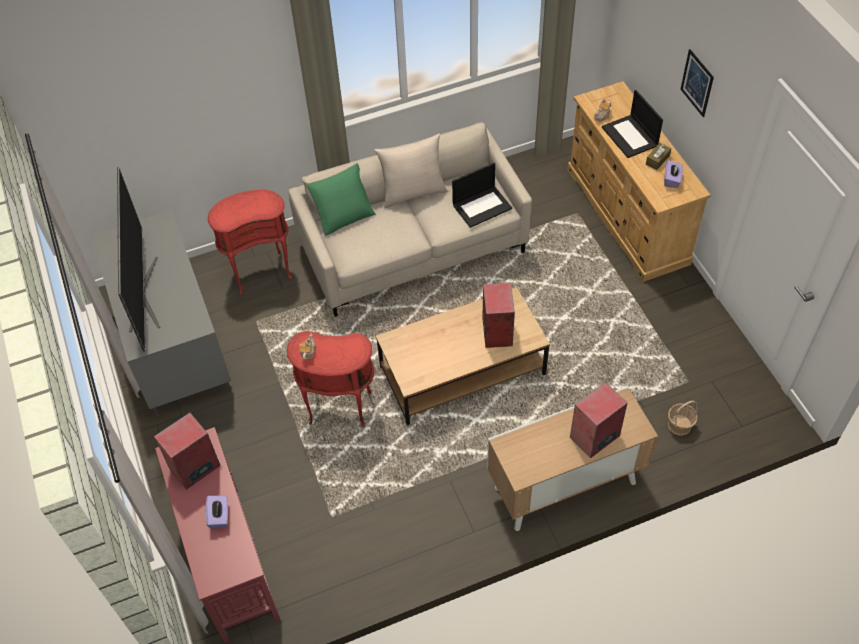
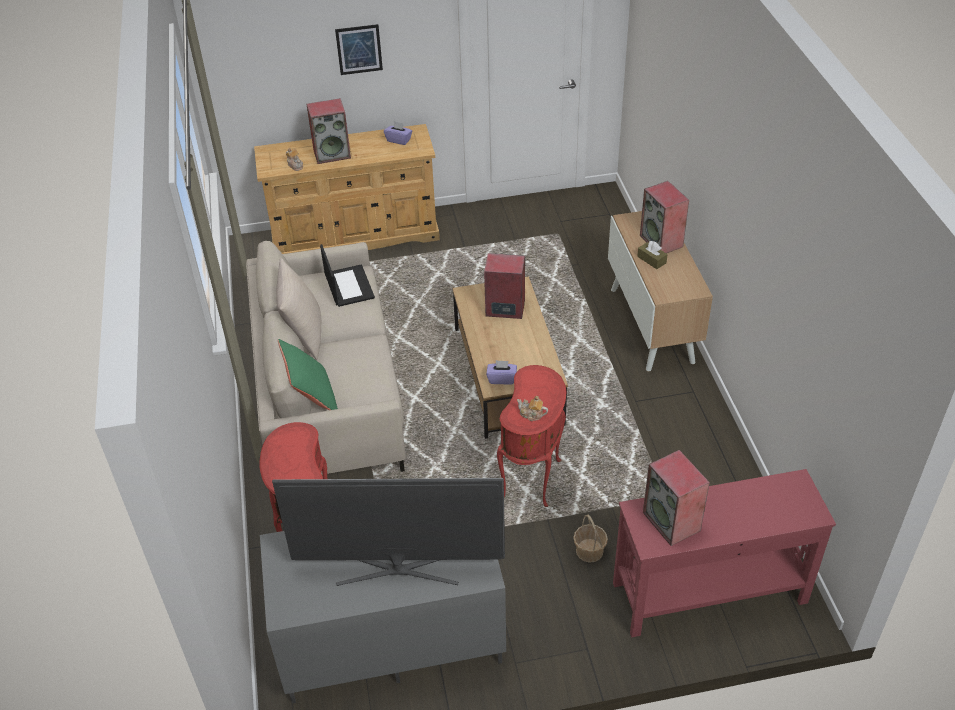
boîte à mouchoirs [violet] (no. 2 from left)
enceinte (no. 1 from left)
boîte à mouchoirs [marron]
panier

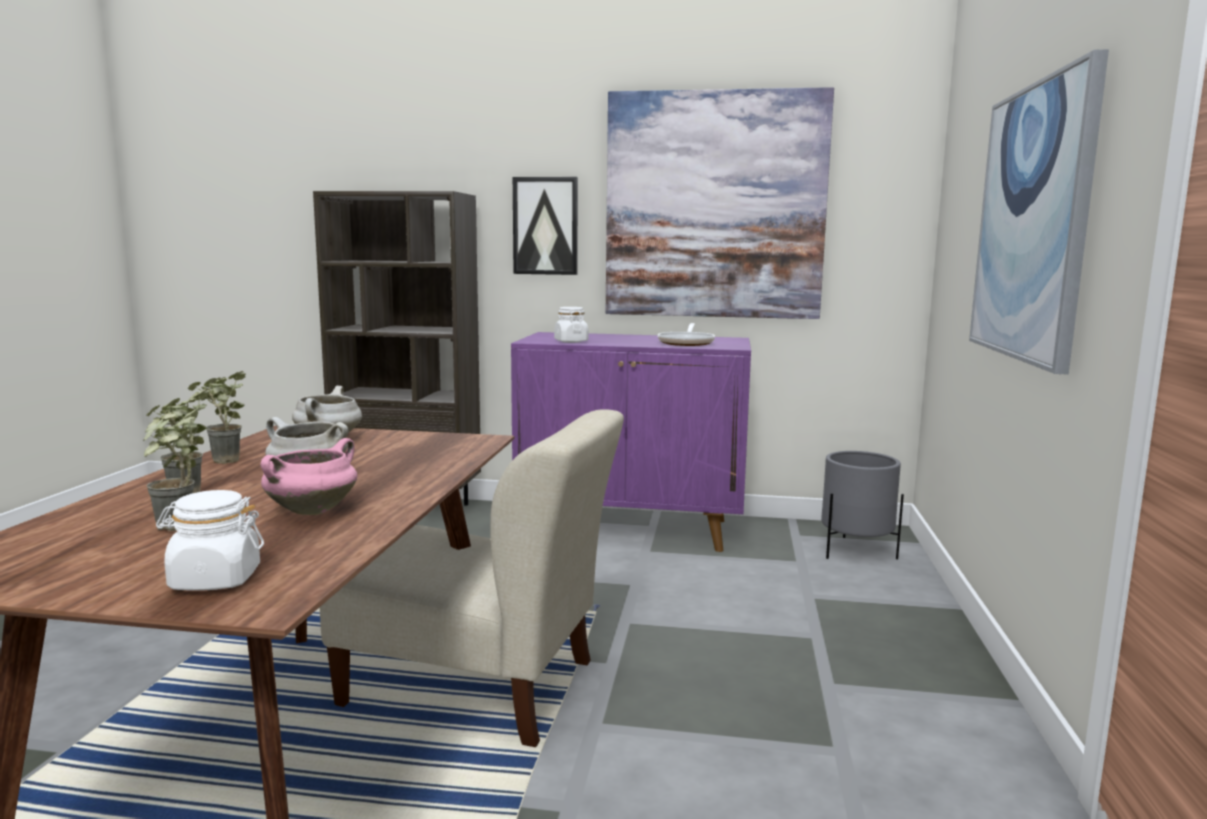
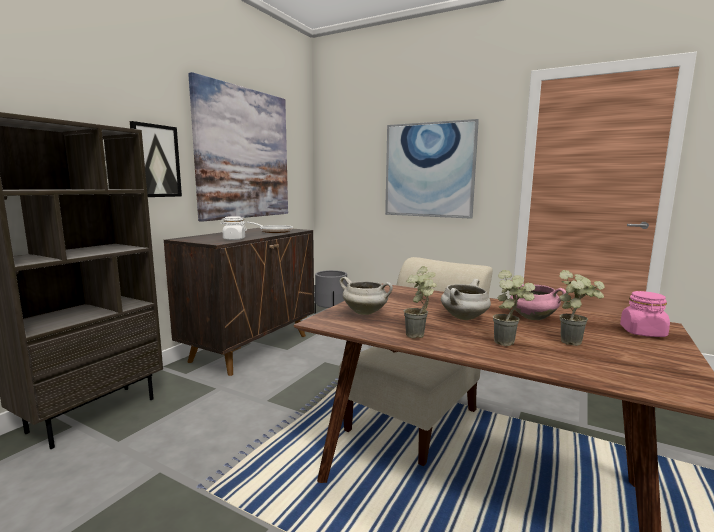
bocal [rose]
meuble de rangement [marron]

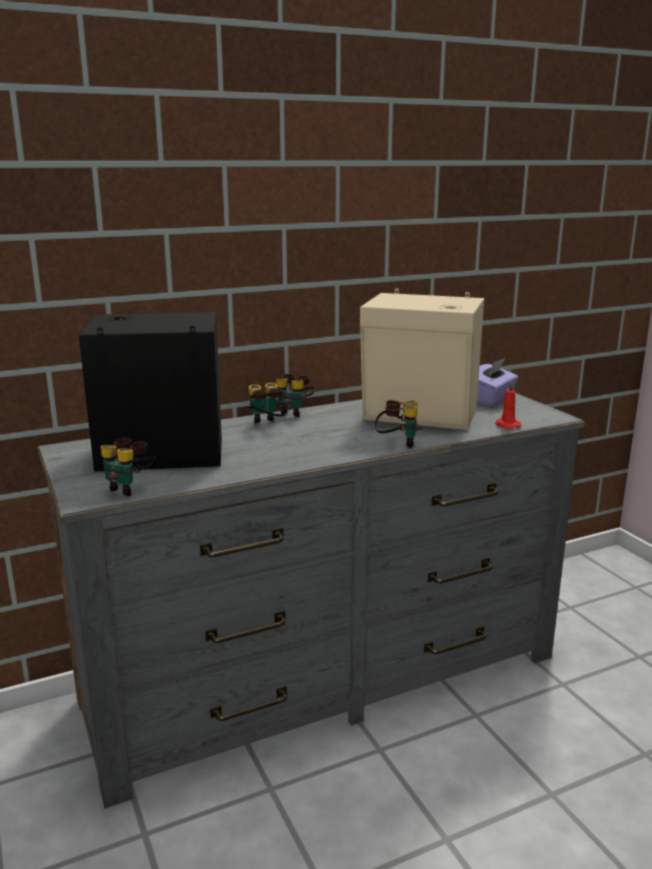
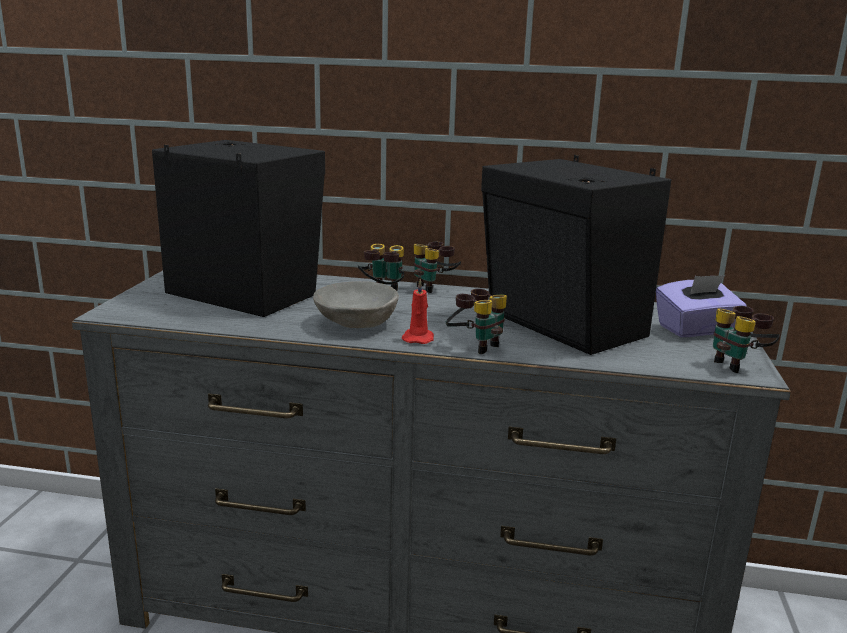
jumelles (no. 4 from left)
enceinte [noir] (no. 2 from left)
bougie [rouge]
bol [gris]

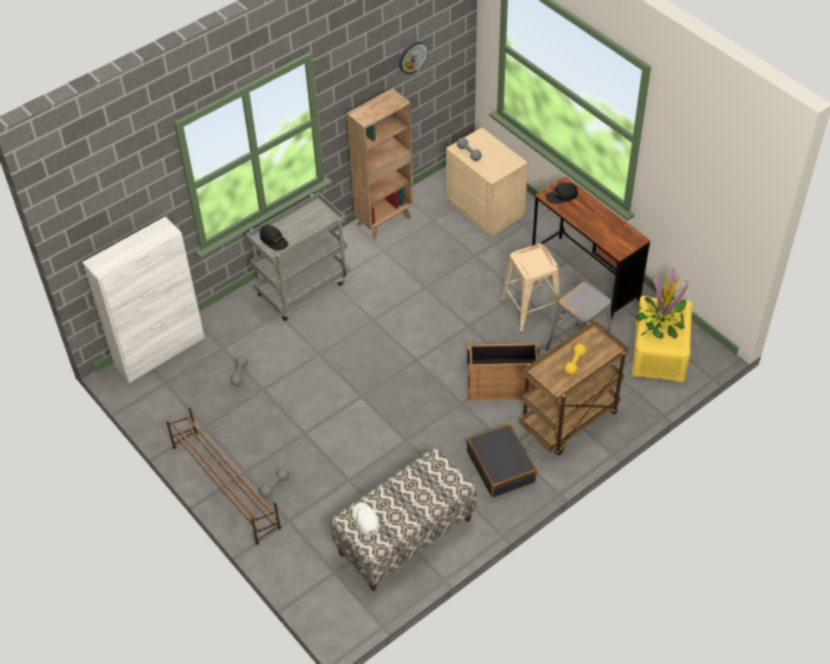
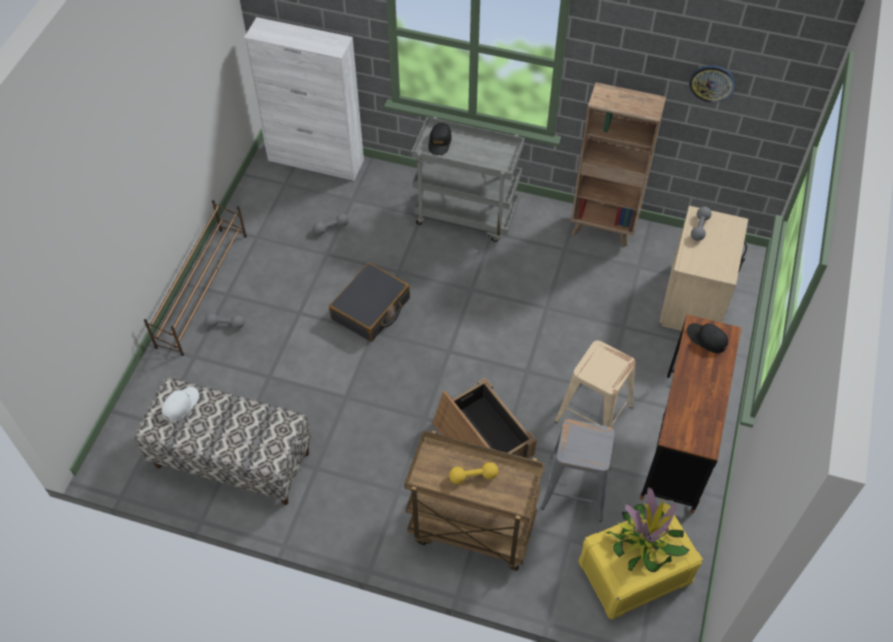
valise [noir]

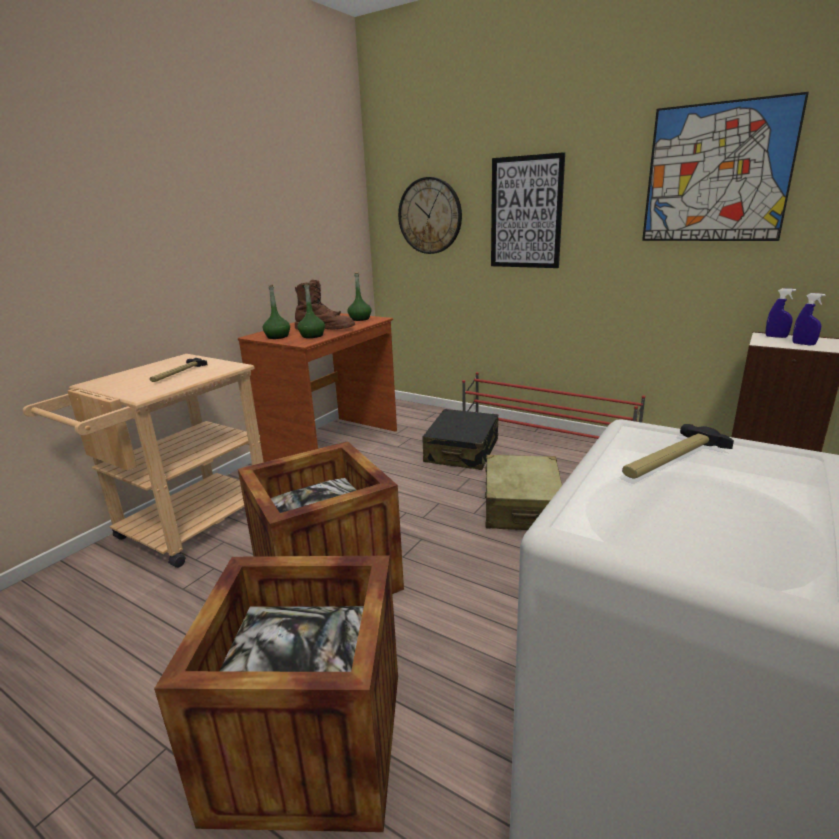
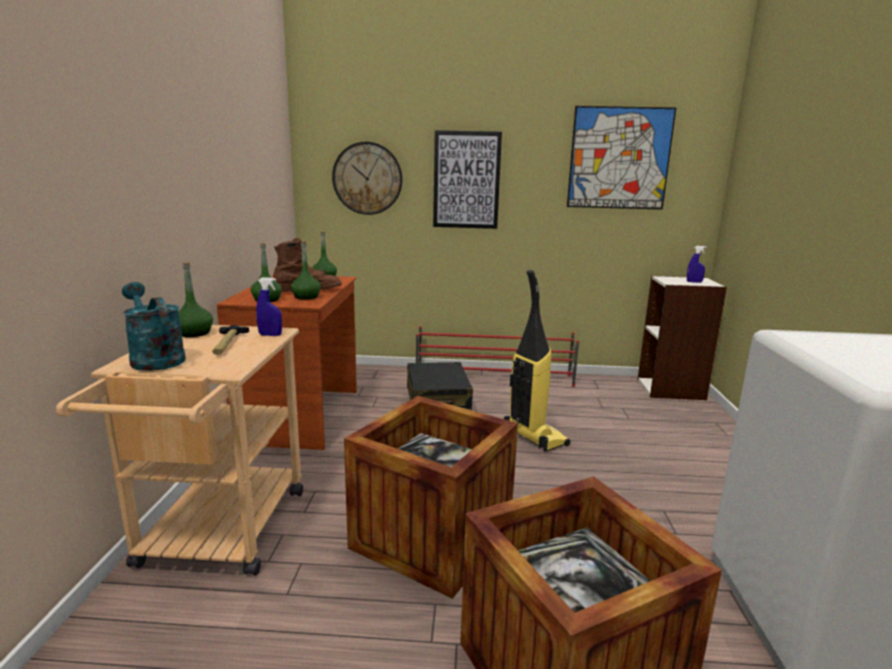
aspirateur
marteau (no. 2 from left in the first image)
vaporisateur [bleu] (no. 1 from left)
arrosoir [turquoise]
bouteille [vert] (no. 1 from left)

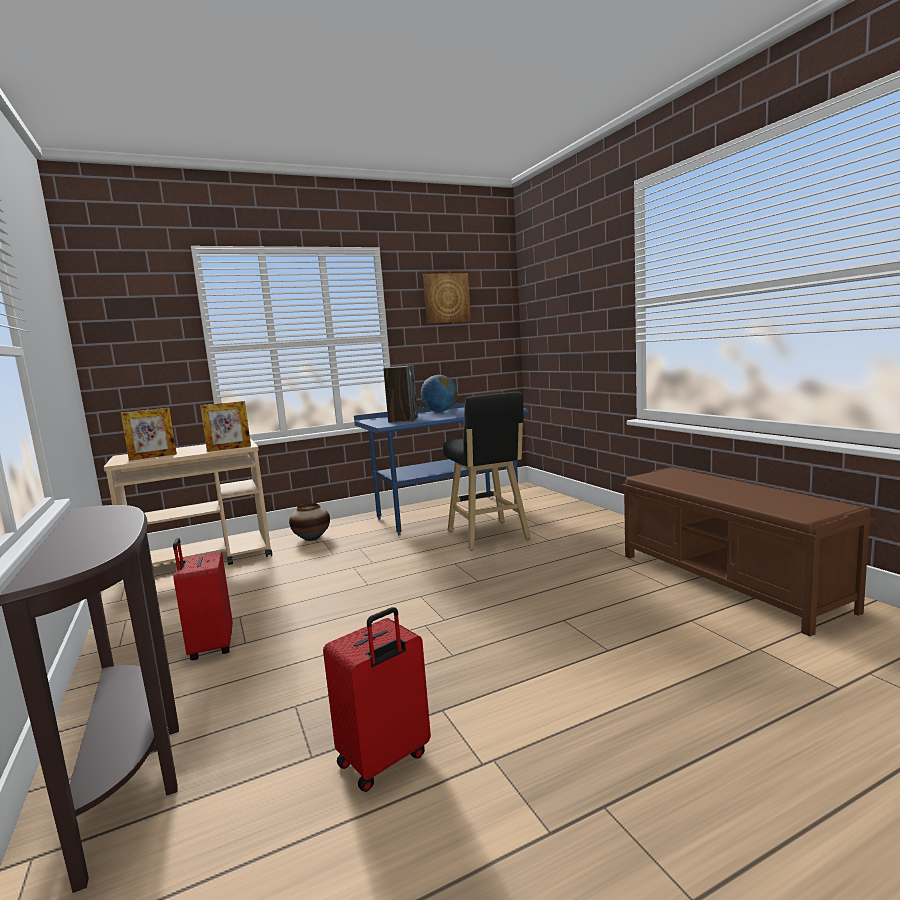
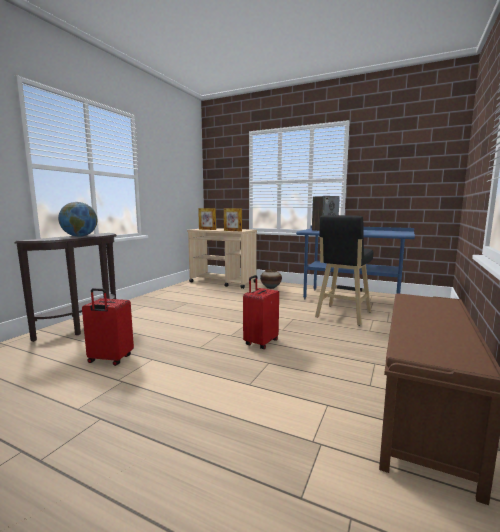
valise [rouge] (no. 2 from left)
globe
tableau

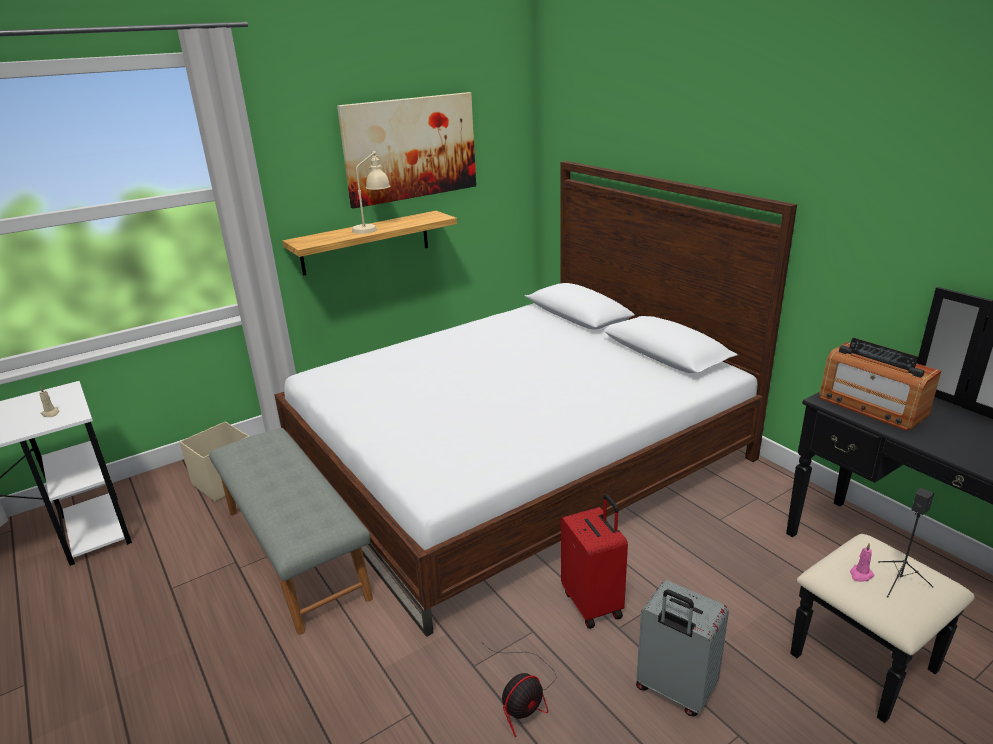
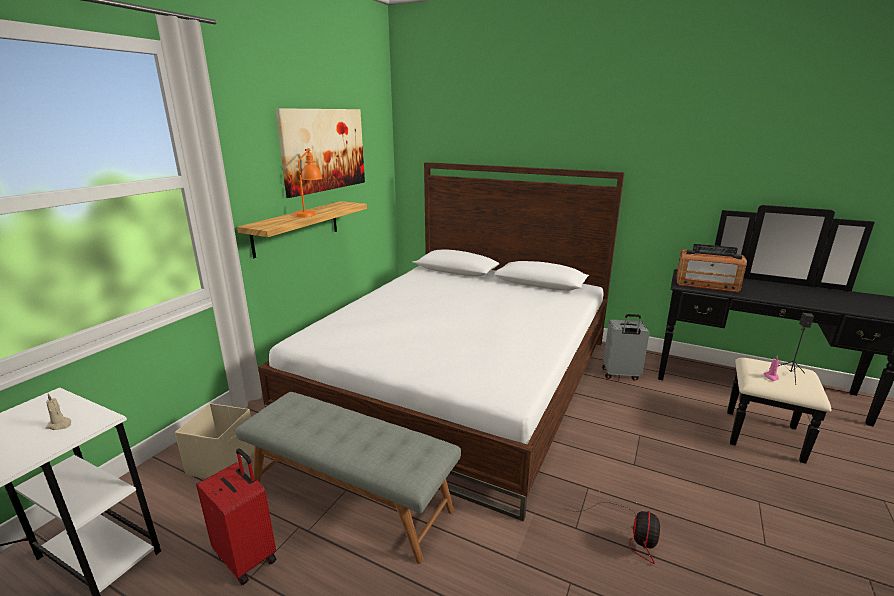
lampe de table [orange]
valise [rouge]
valise [gris]

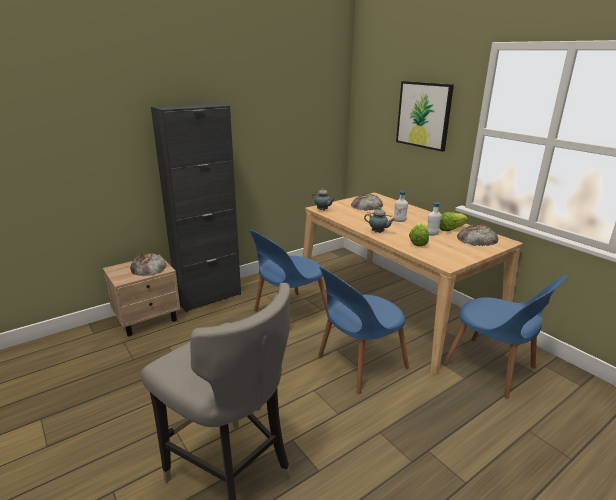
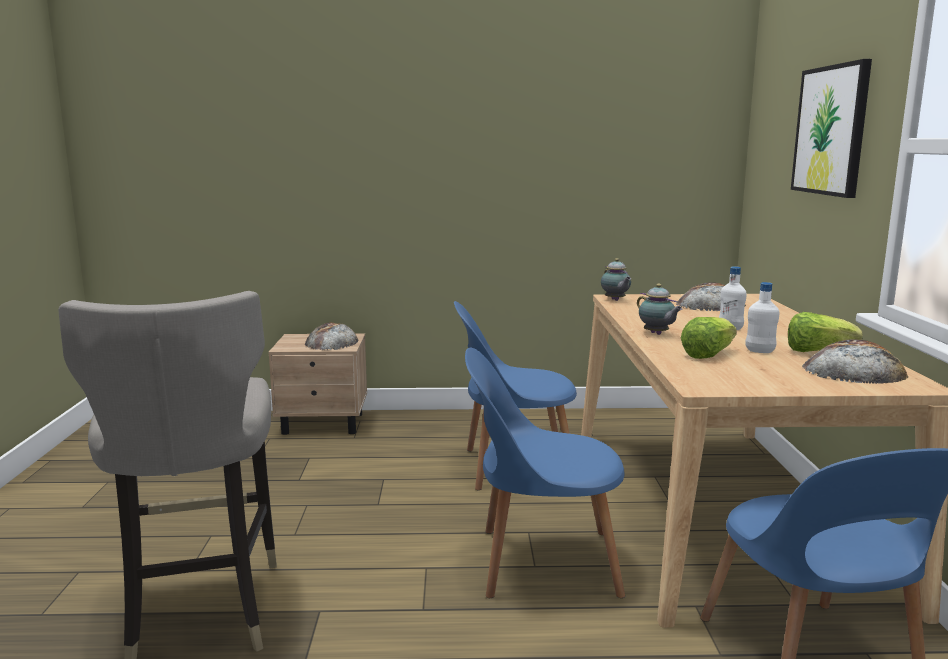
meuble de rangement [noir]

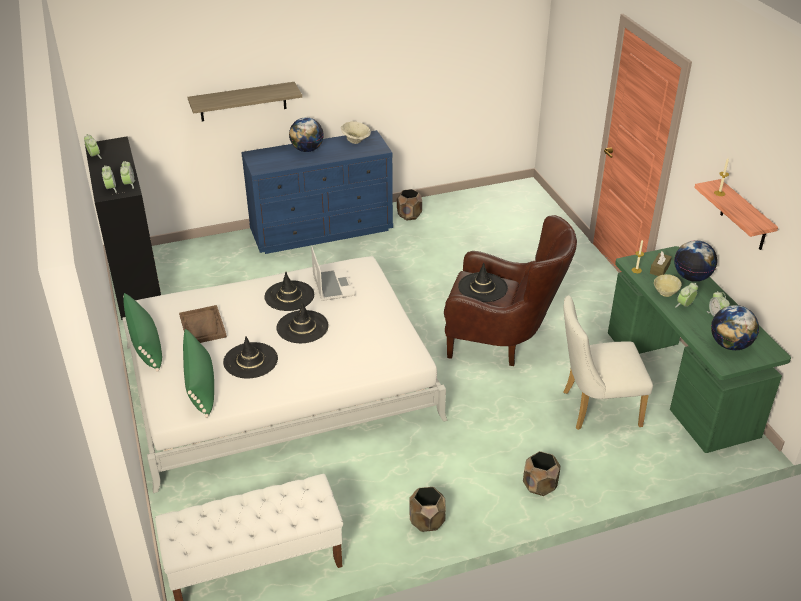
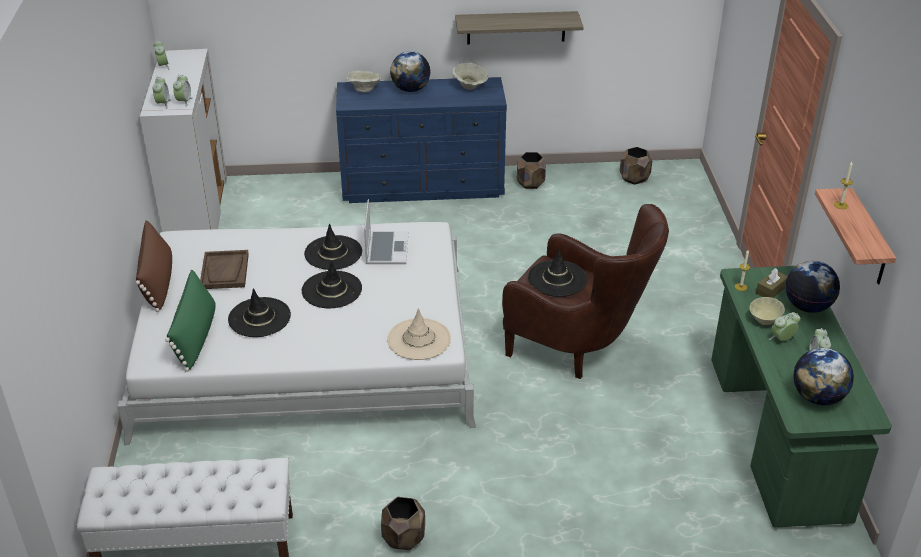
meuble de rangement [blanc]
coussin [marron]
étagère (no. 1 from left)
cache-pot [marron] (no. 3 from left)
chaise [blanc]
bol [beige] (no. 1 from left)
chapeau [beige]

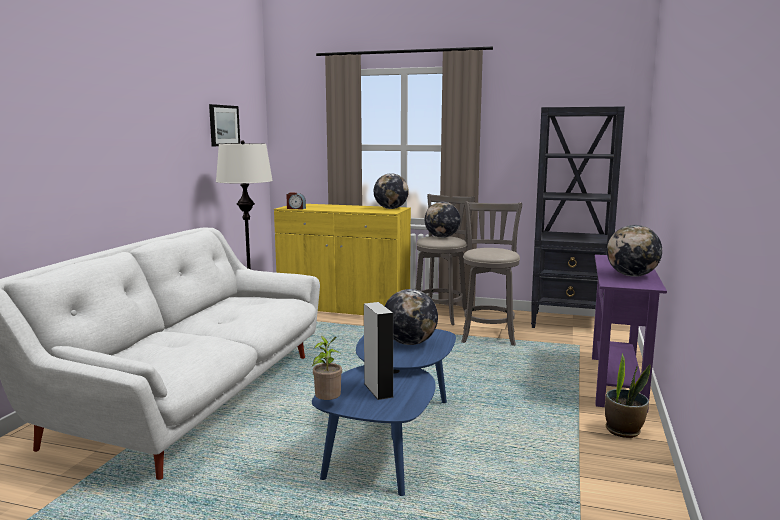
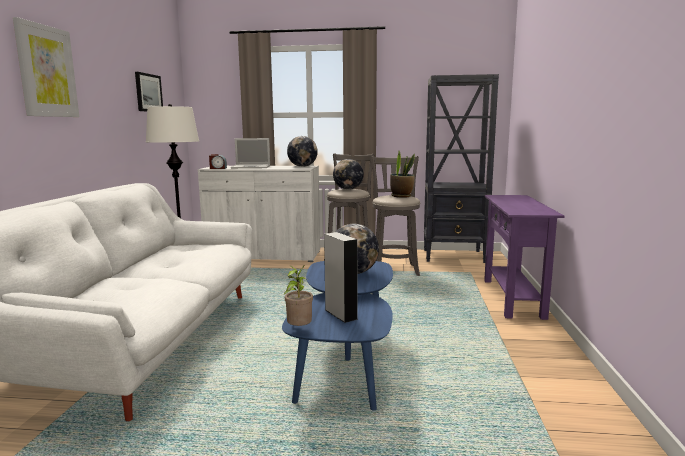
meuble de rangement [blanc]
plante en pot (no. 2 from left)
globe (no. 4 from left in the first image)
tableau (no. 1 from left)
ordinateur portable

